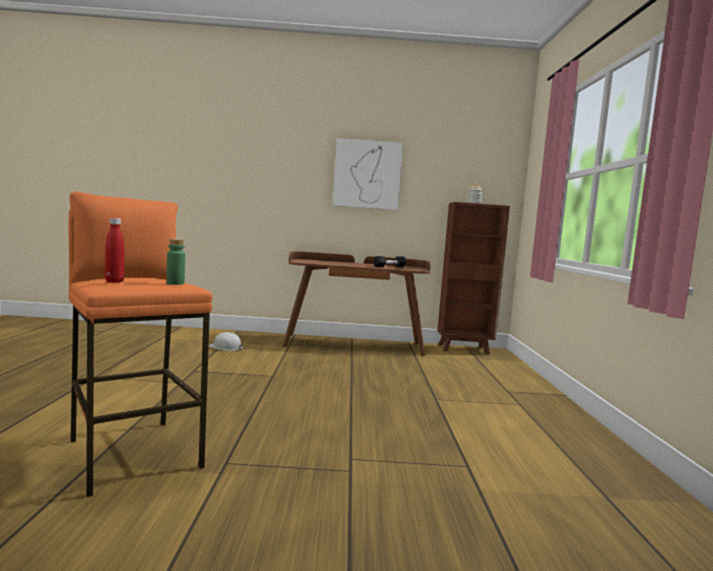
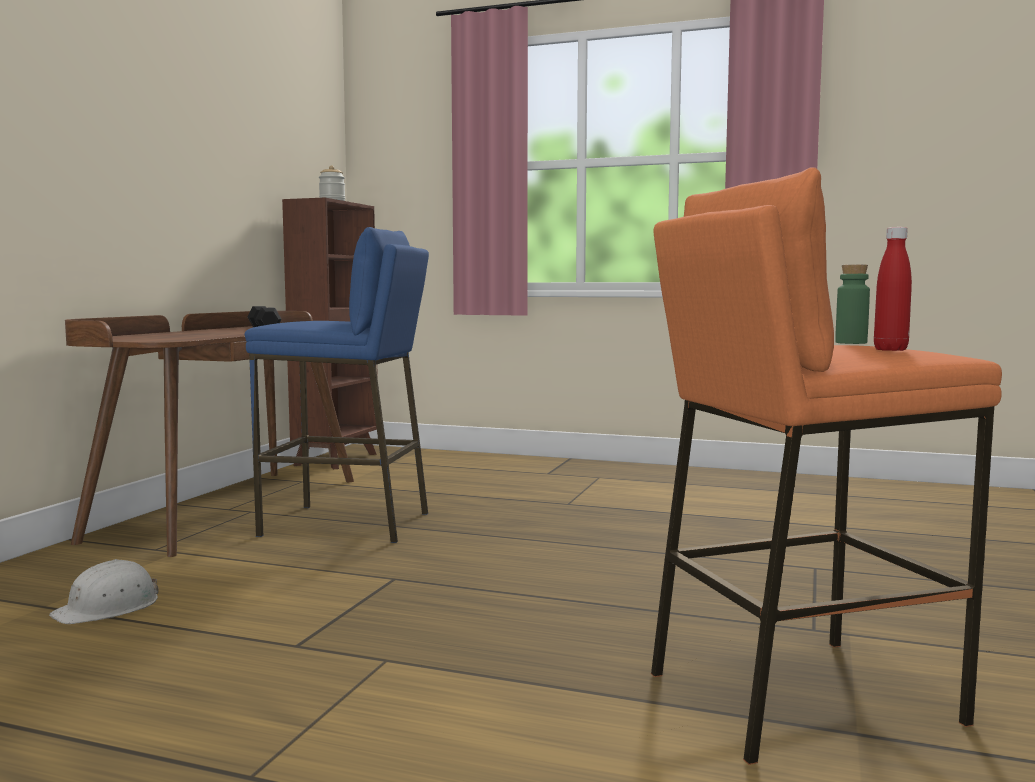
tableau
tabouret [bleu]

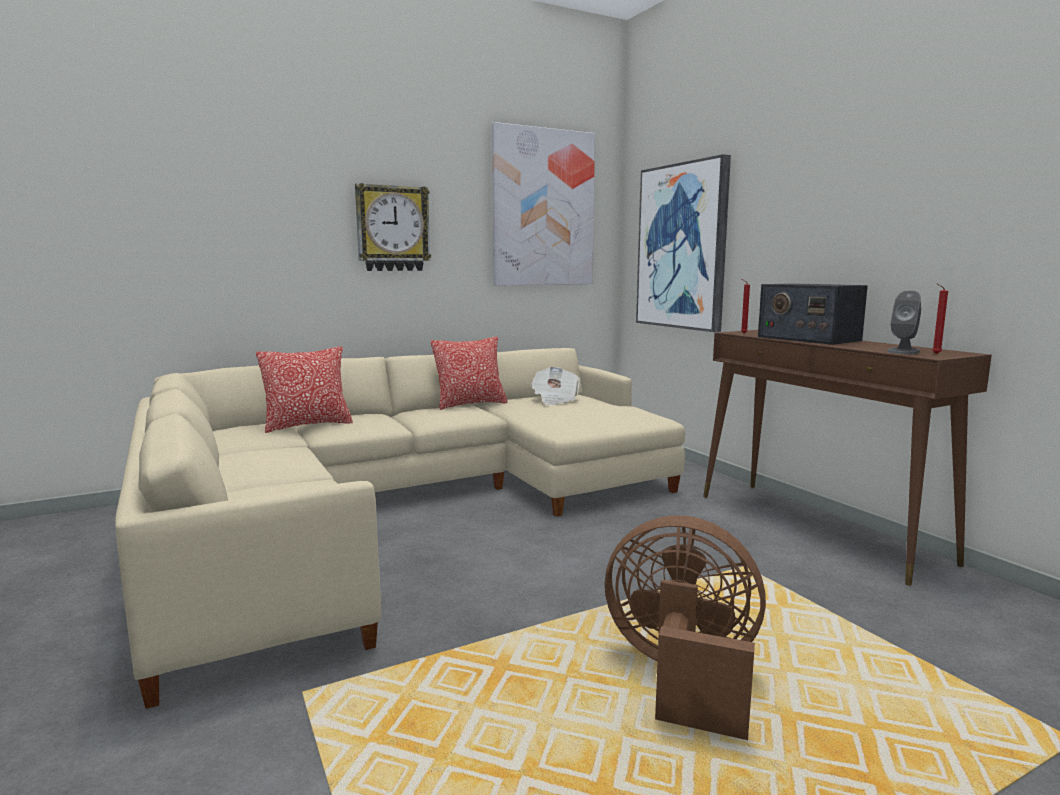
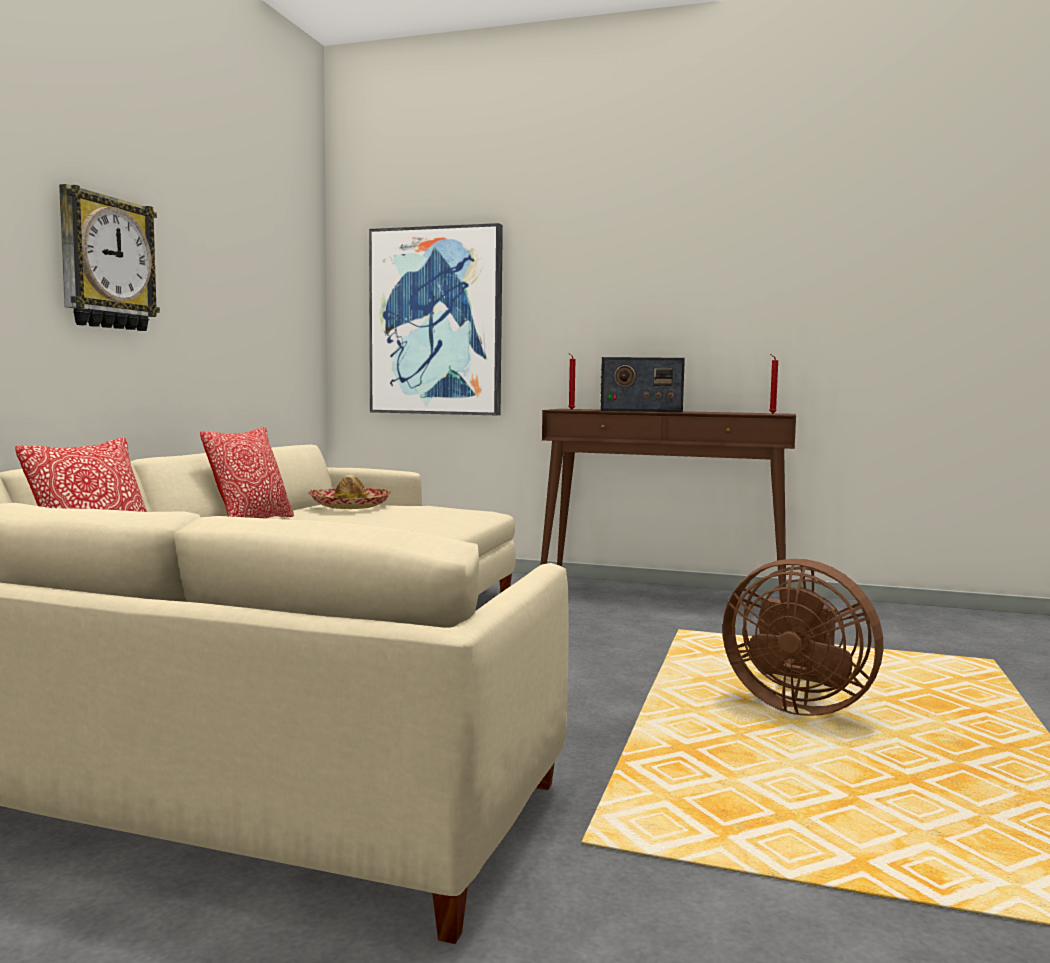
tableau (no. 1 from left in the first image)
chapeau
ventilateur [marron]
enceinte [gris]

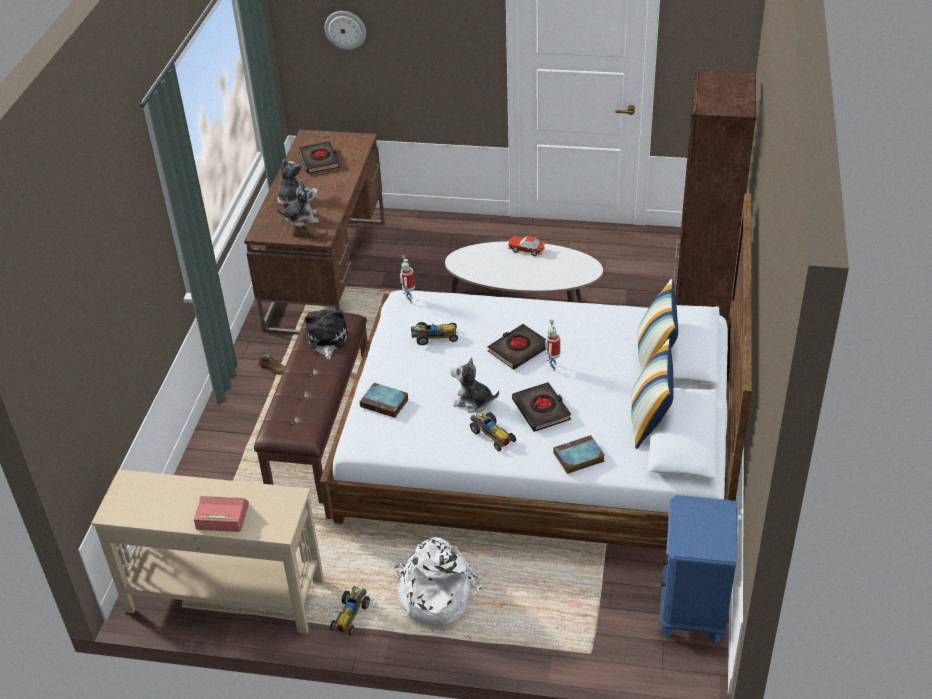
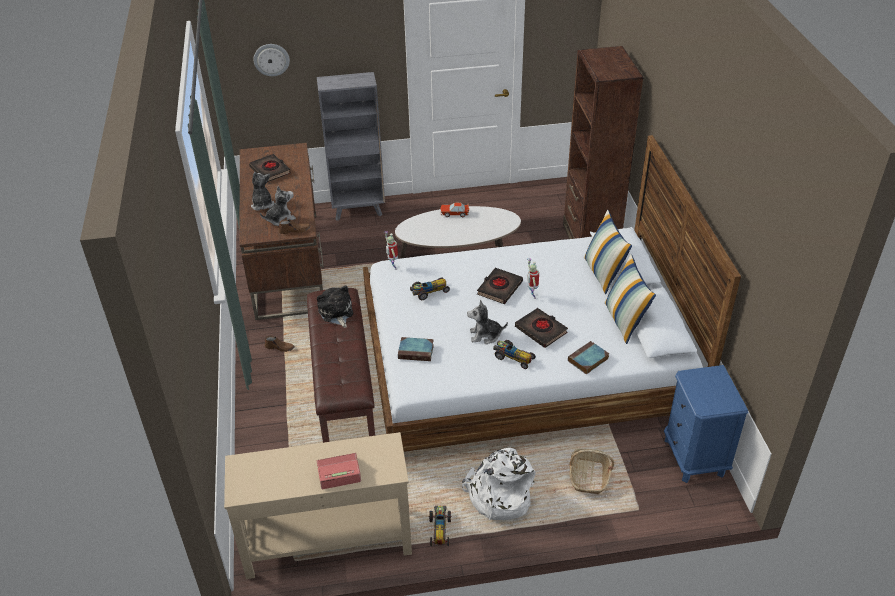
bibliothèque [gris]
panier

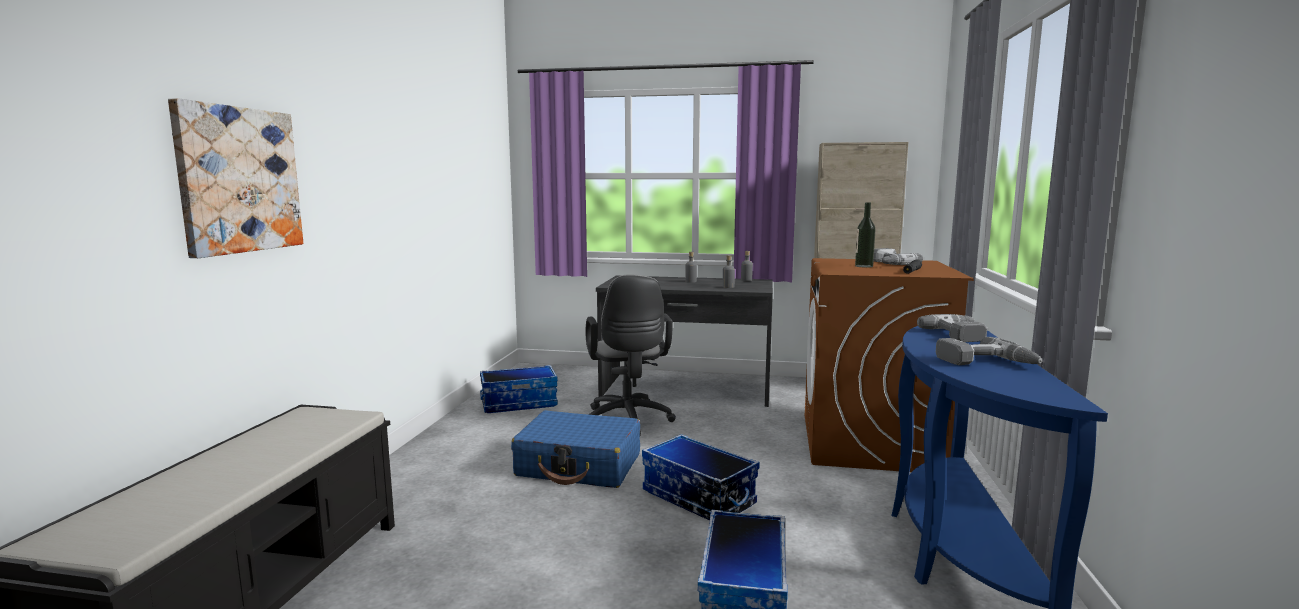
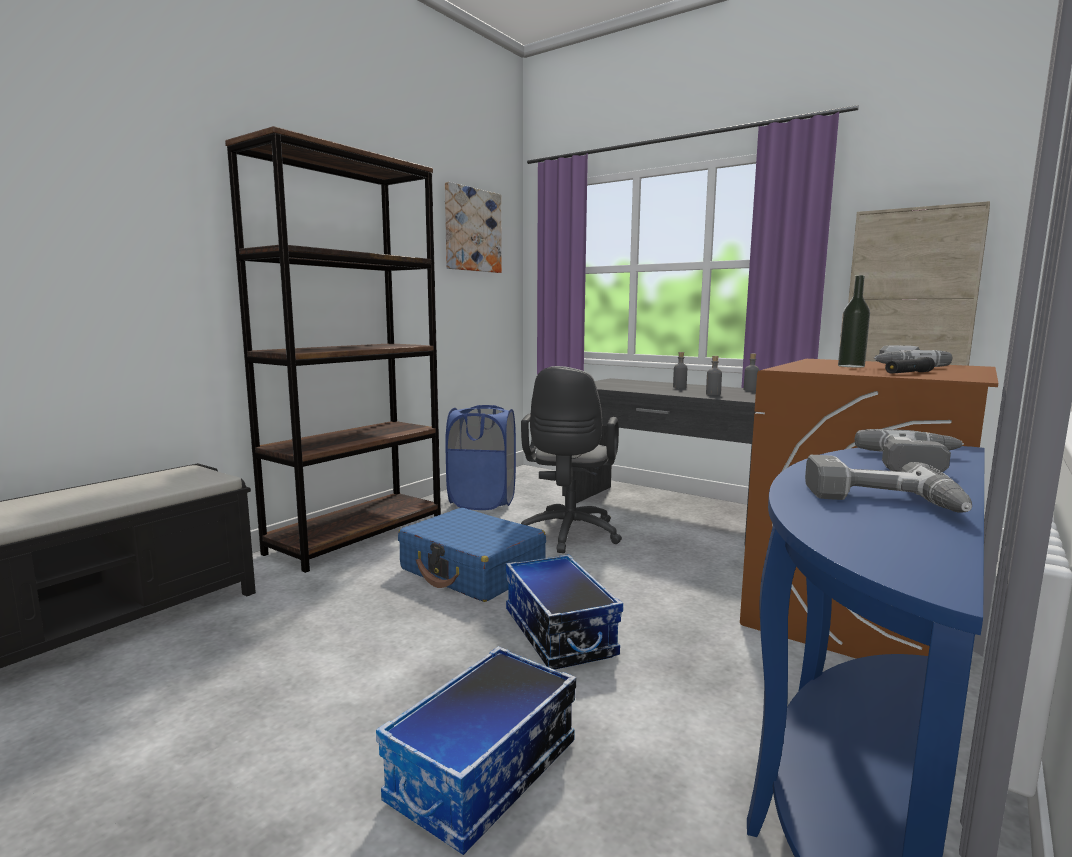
tableau
panier à linge [bleu]
bibliothèque [marron]

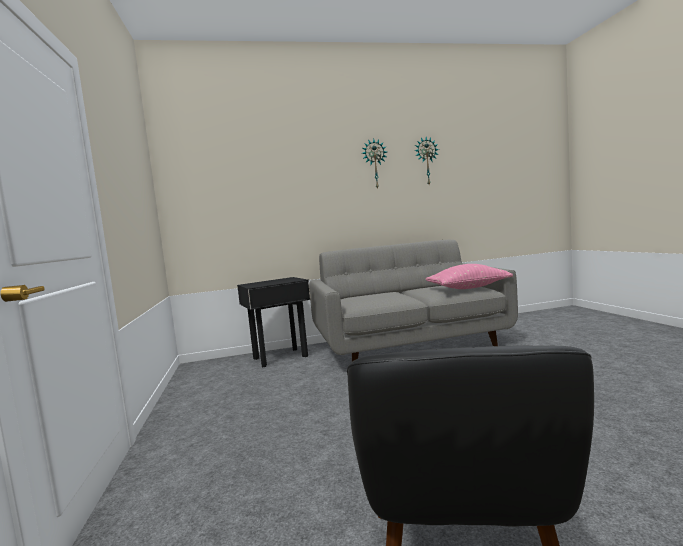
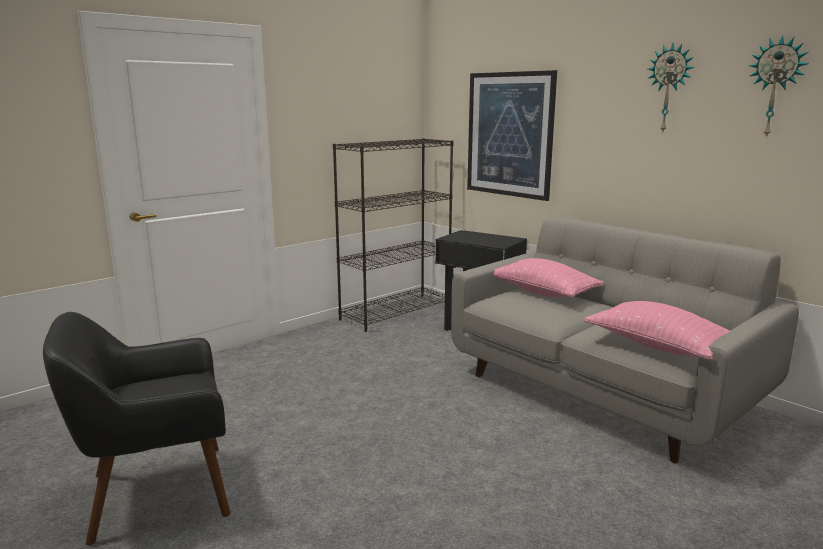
bibliothèque [noir]
tableau
coussin [rose] (no. 1 from left)

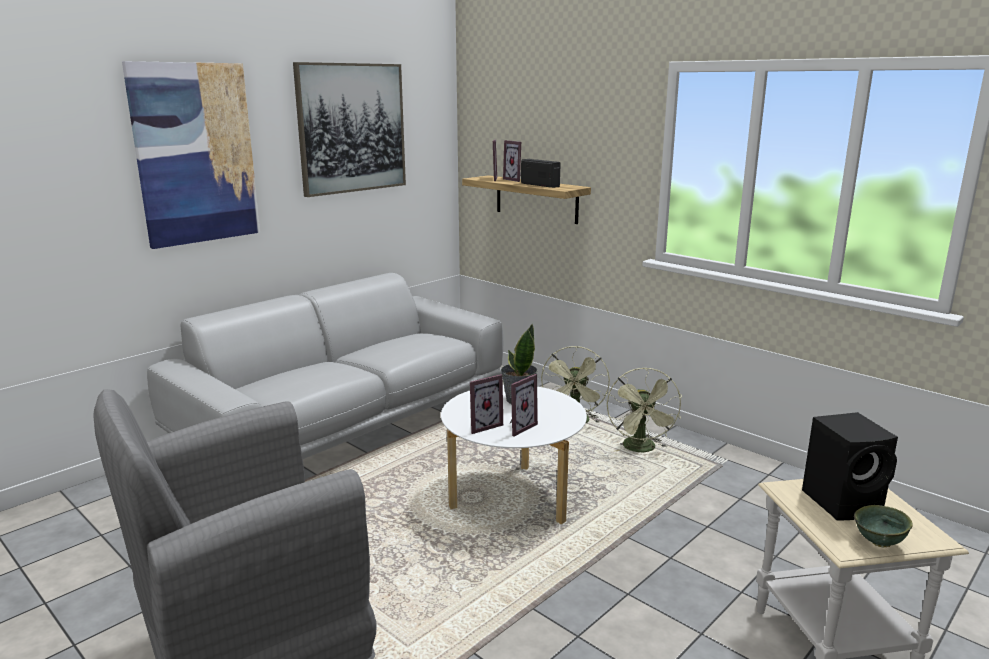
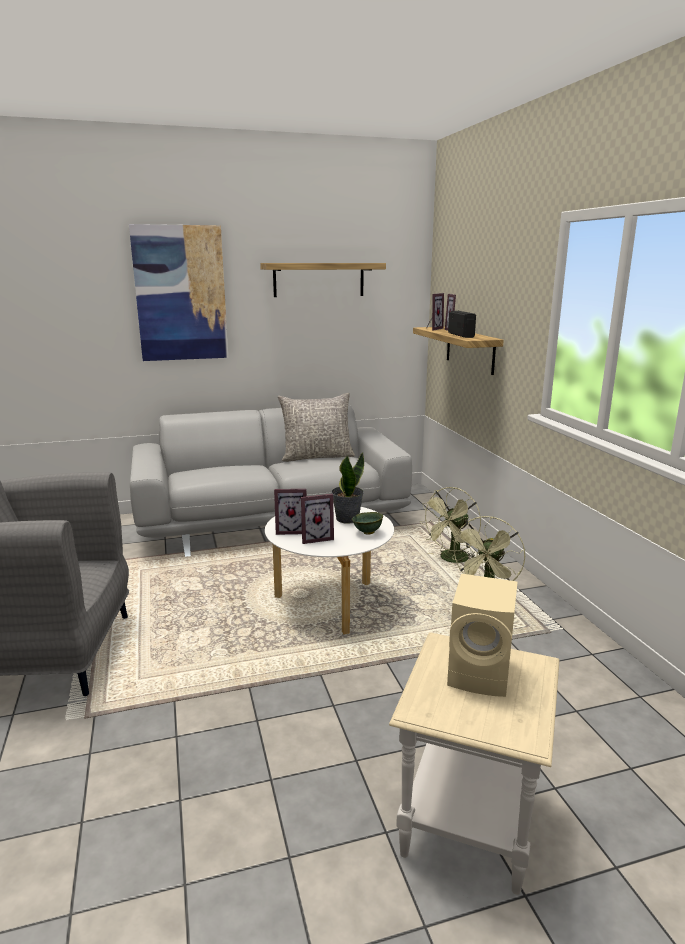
étagère (no. 1 from left)
enceinte [beige]
bol [vert]
coussin [gris]

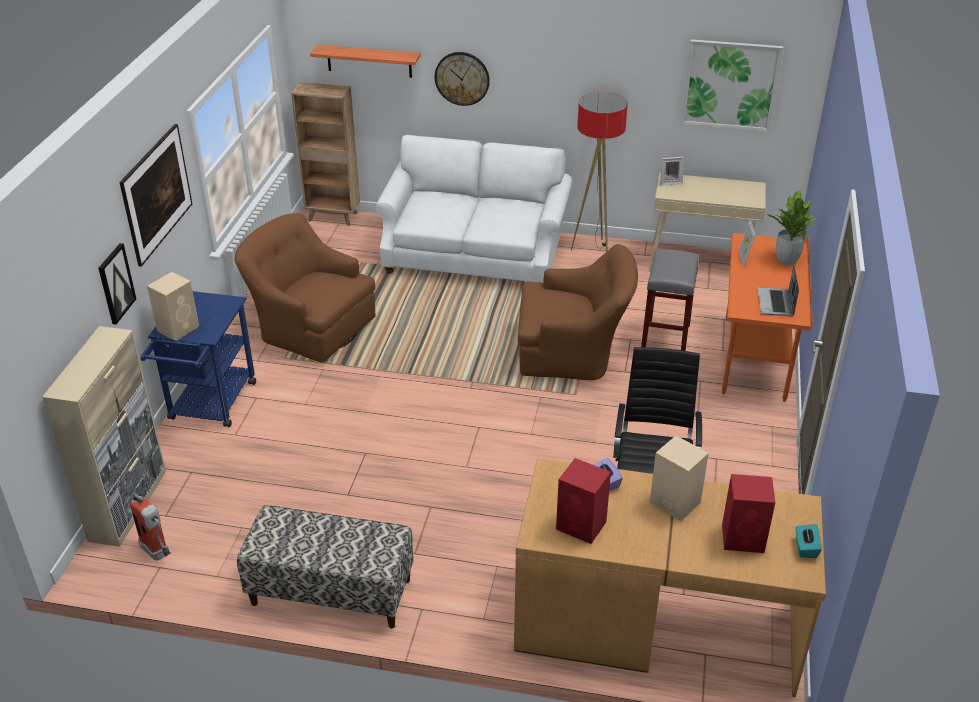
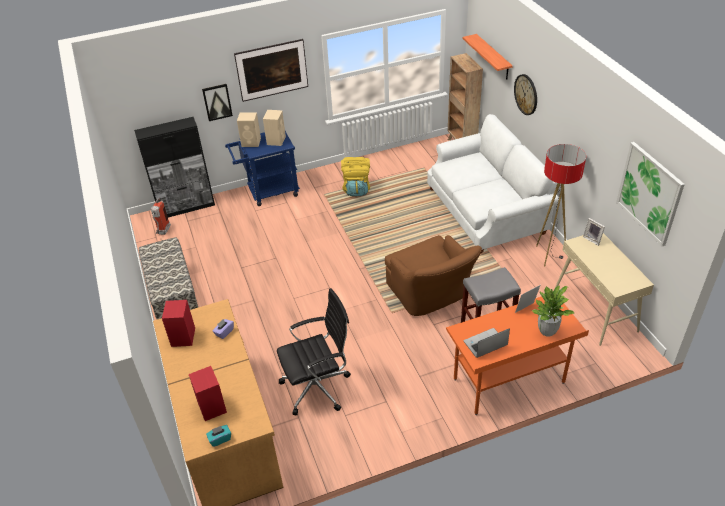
meuble de rangement [noir]
sac à dos [jaune]
enceinte [beige] (no. 2 from left)

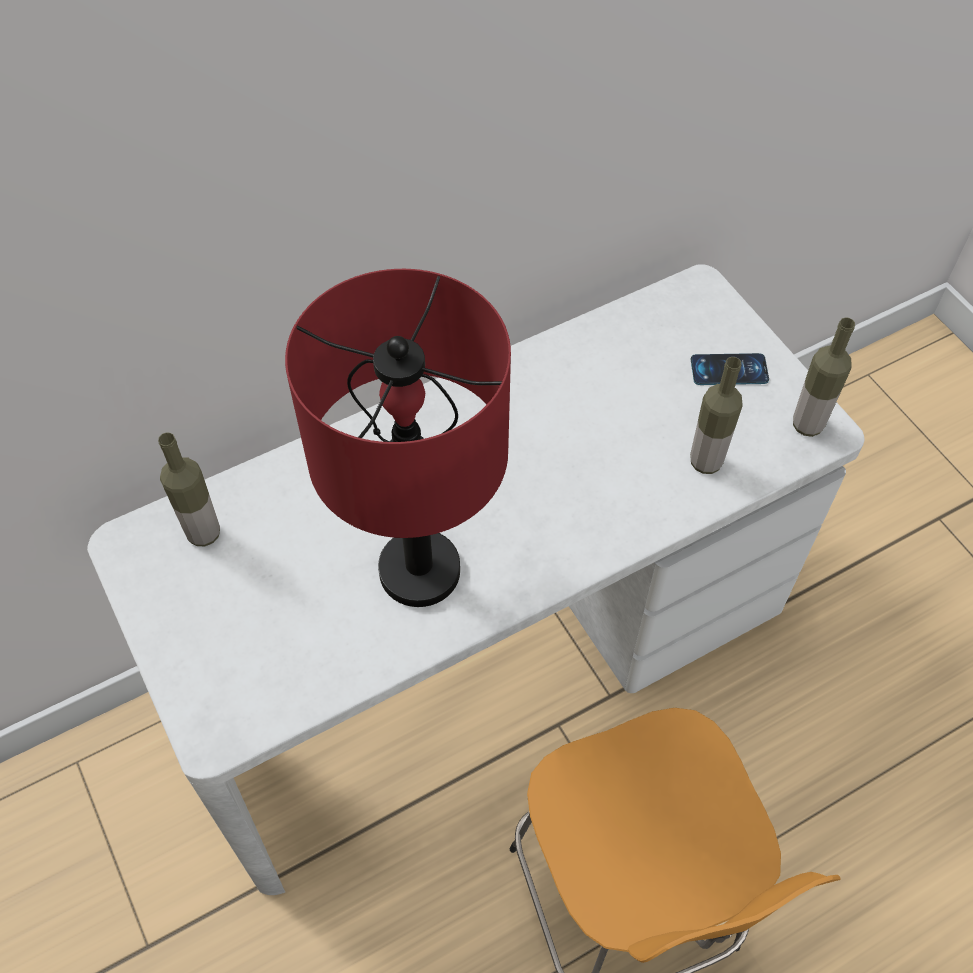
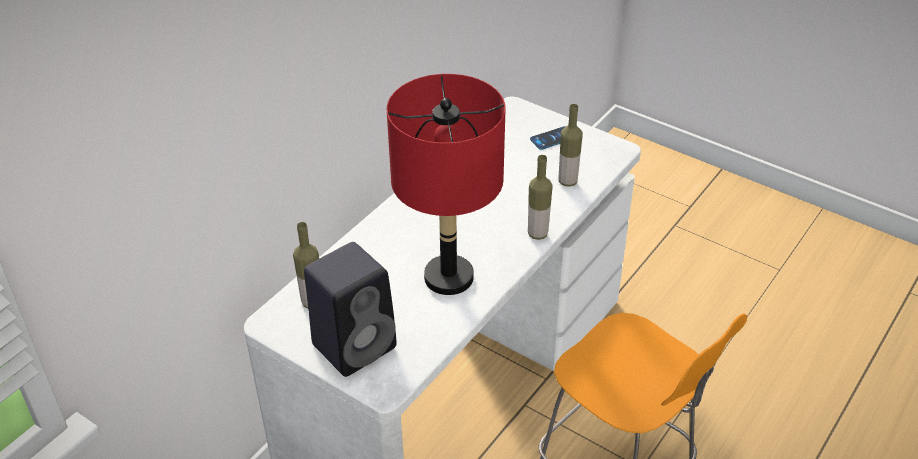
bouteille (no. 2 from left)
enceinte [noir]

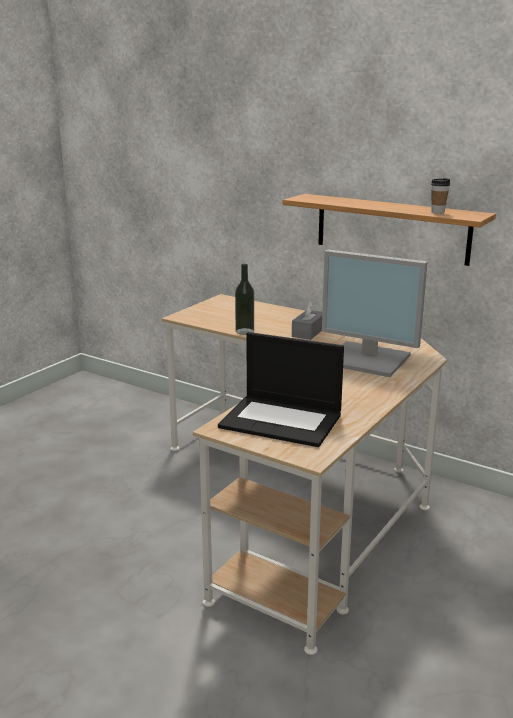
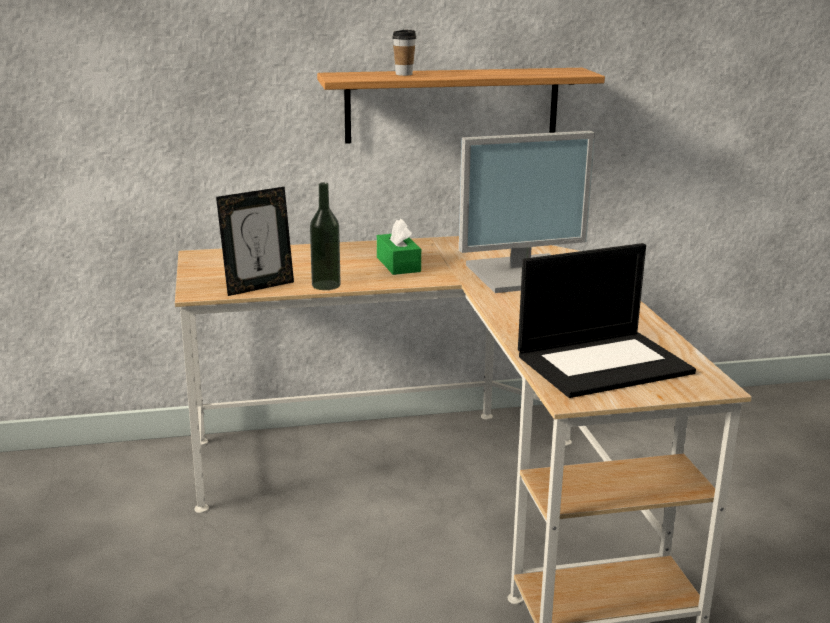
boîte à mouchoirs [vert]
tasse
cadre photo

